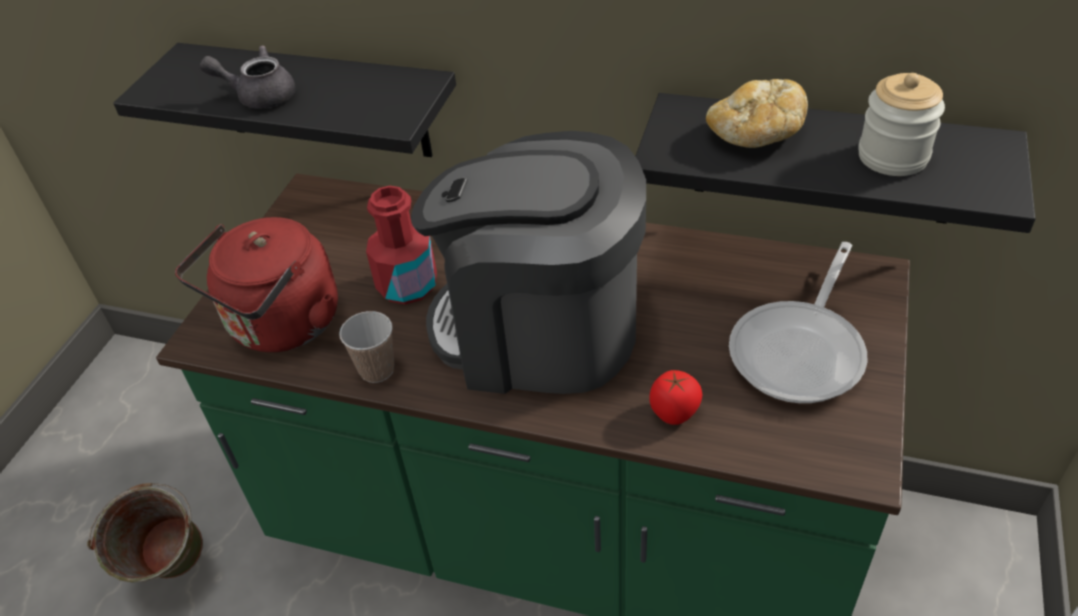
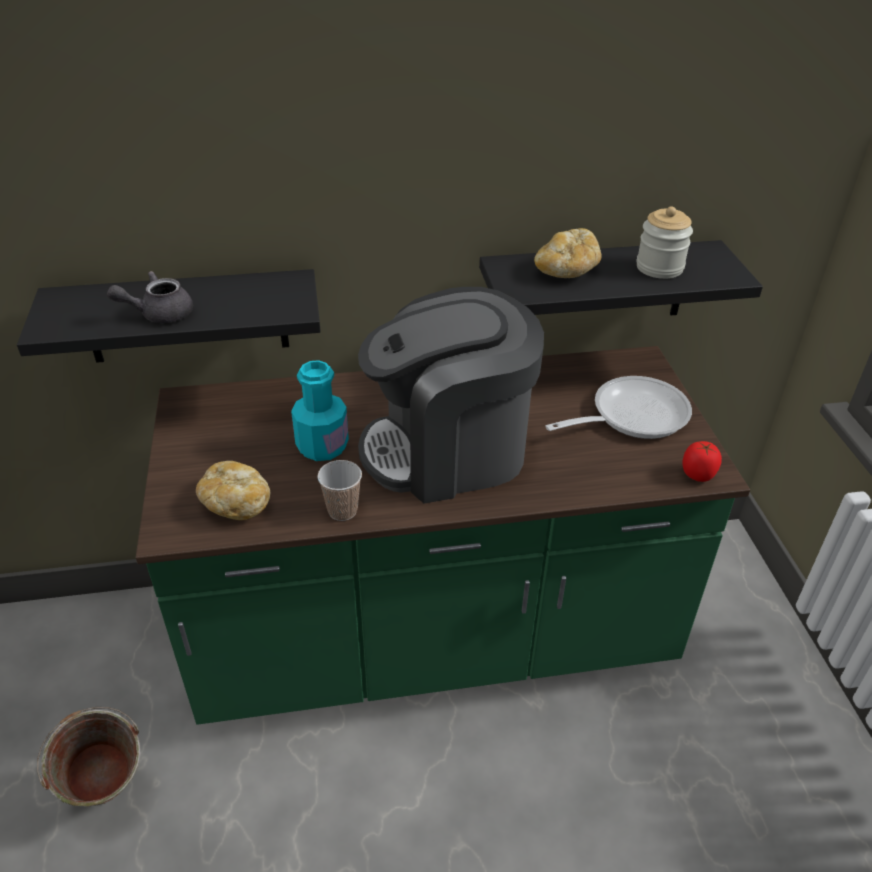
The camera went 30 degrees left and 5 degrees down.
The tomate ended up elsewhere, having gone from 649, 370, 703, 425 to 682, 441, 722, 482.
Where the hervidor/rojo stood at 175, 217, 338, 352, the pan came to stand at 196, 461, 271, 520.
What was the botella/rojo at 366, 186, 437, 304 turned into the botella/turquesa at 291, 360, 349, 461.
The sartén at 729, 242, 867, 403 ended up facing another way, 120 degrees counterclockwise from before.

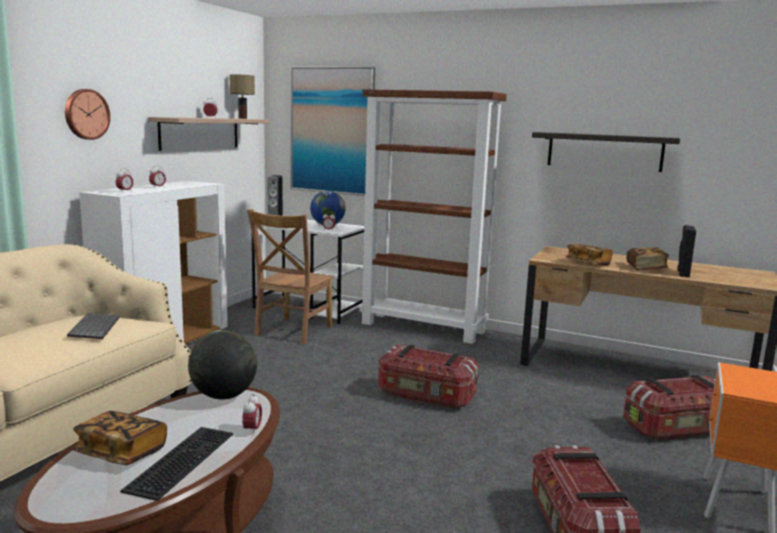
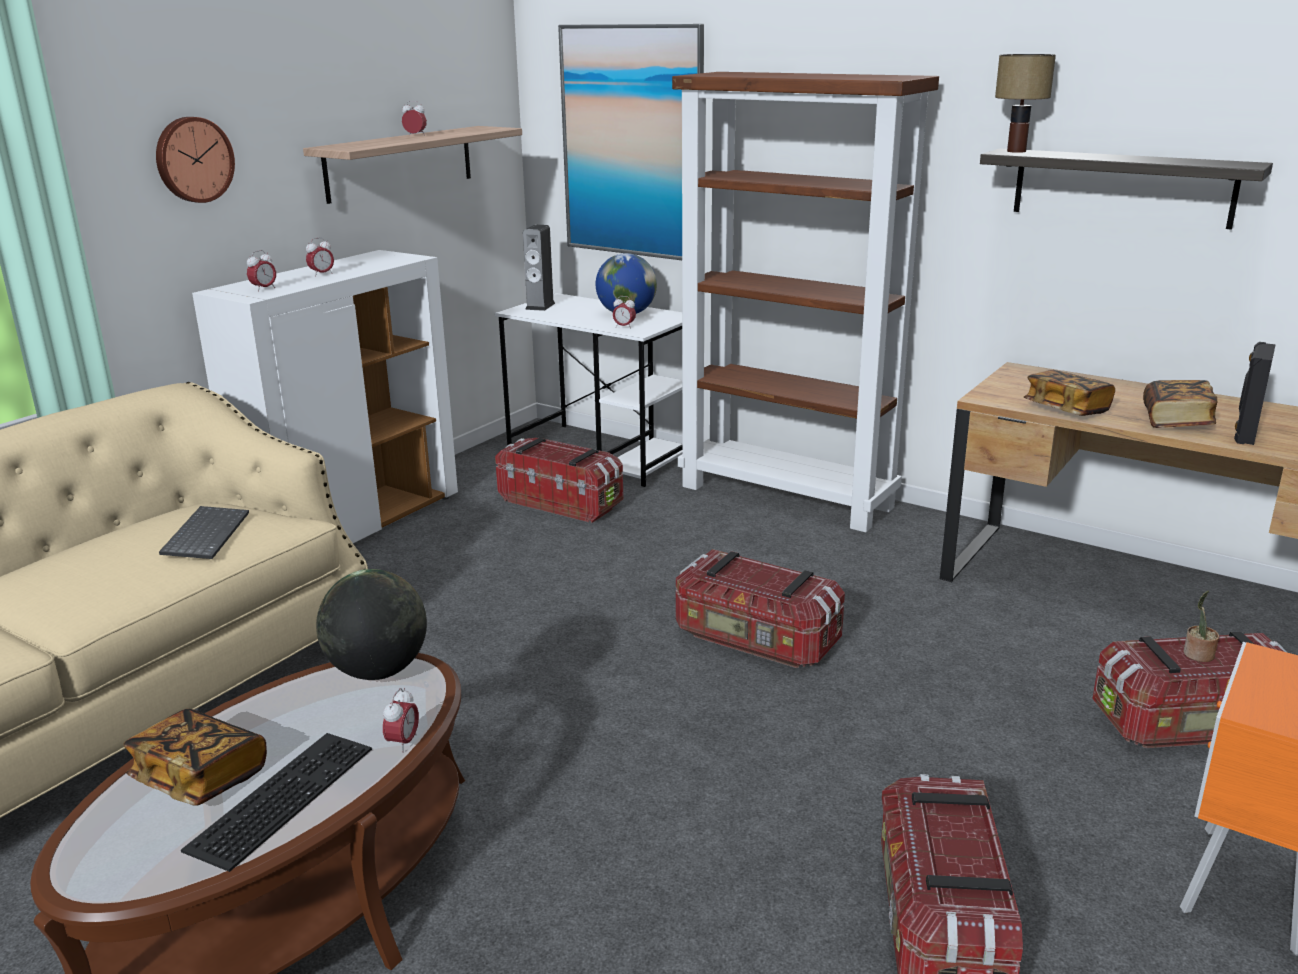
The camera went 10 degrees right and 10 degrees up.
The second view gained the planta en maceta at 1184, 591, 1219, 662.
The lámpara de mesa ended up elsewhere, having gone from 230, 74, 255, 119 to 995, 54, 1056, 153.
Where the silla/marrón stood at 247, 209, 334, 344, the caja de almacenaje came to stand at 495, 438, 623, 523.

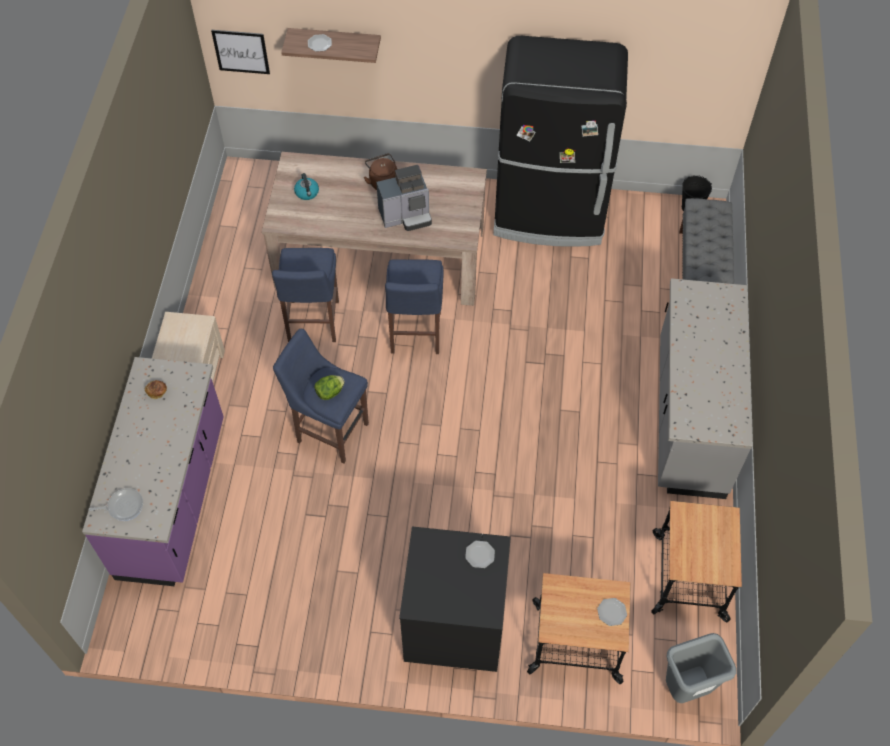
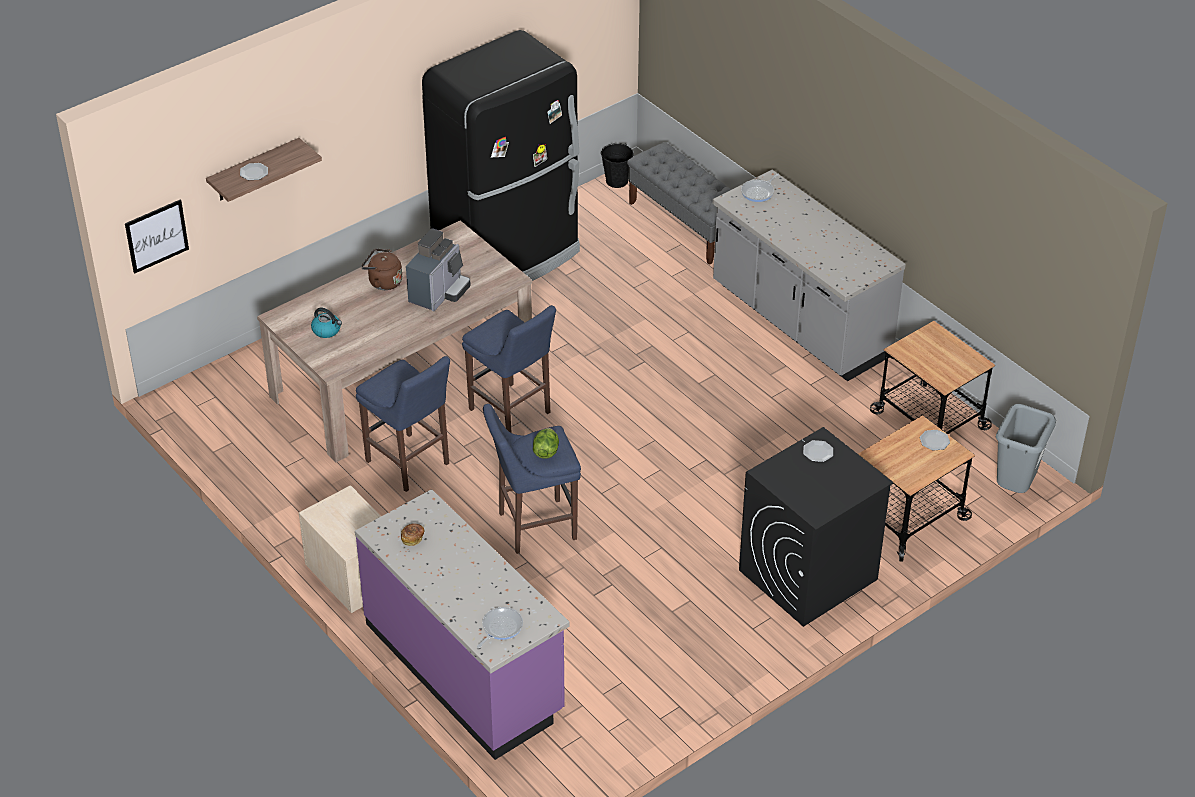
The camera went 45 degrees left and 15 degrees down.
The second view gained the sartén at 741, 174, 779, 202.

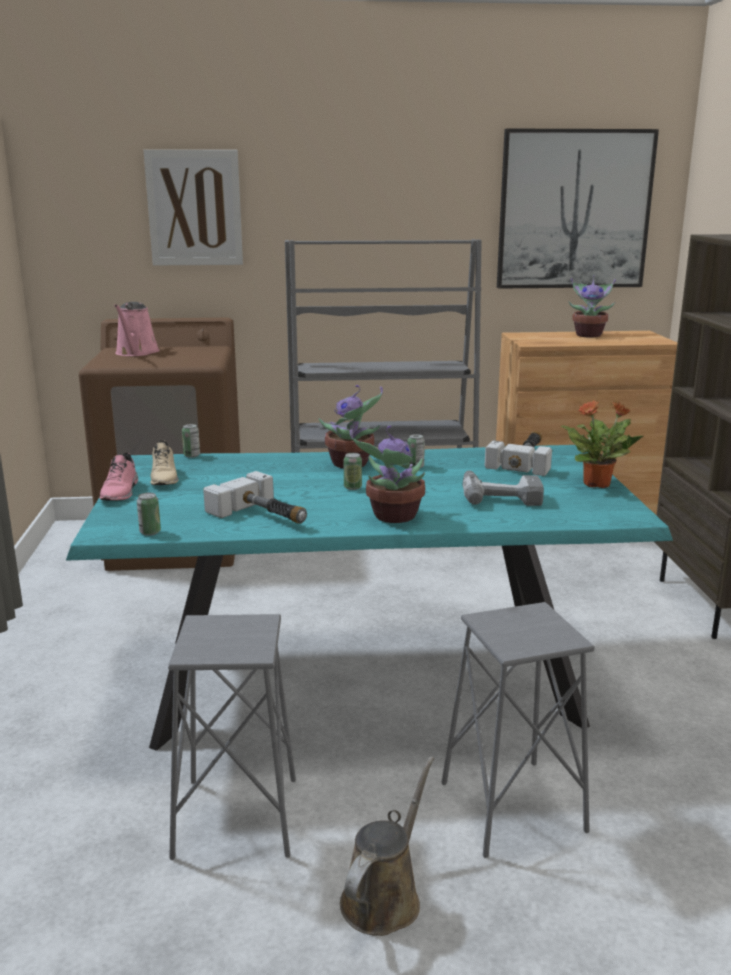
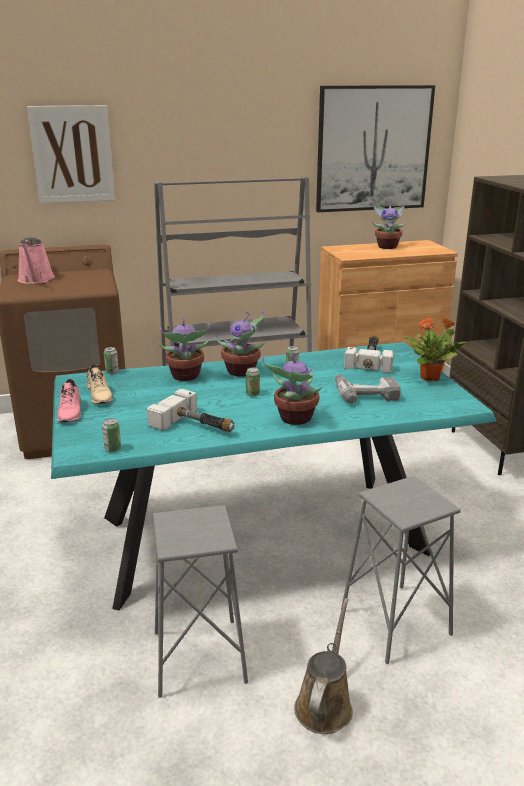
The camera went 10 degrees left and 5 degrees up.
The second view gained the planta en maceta at 159, 317, 211, 381.

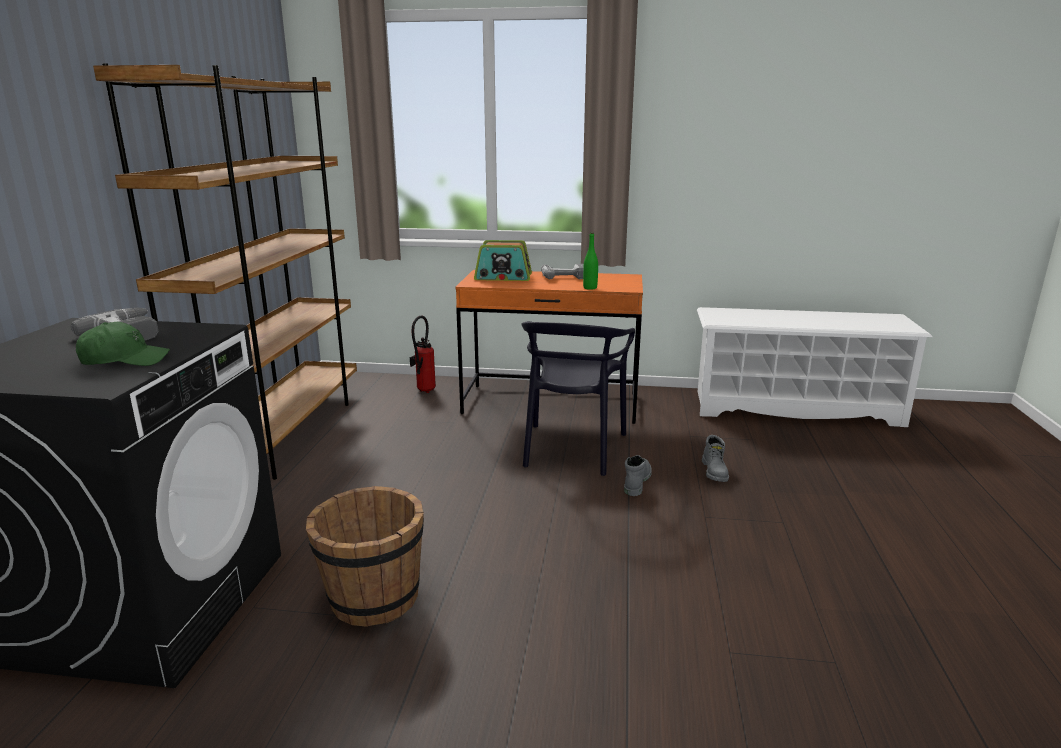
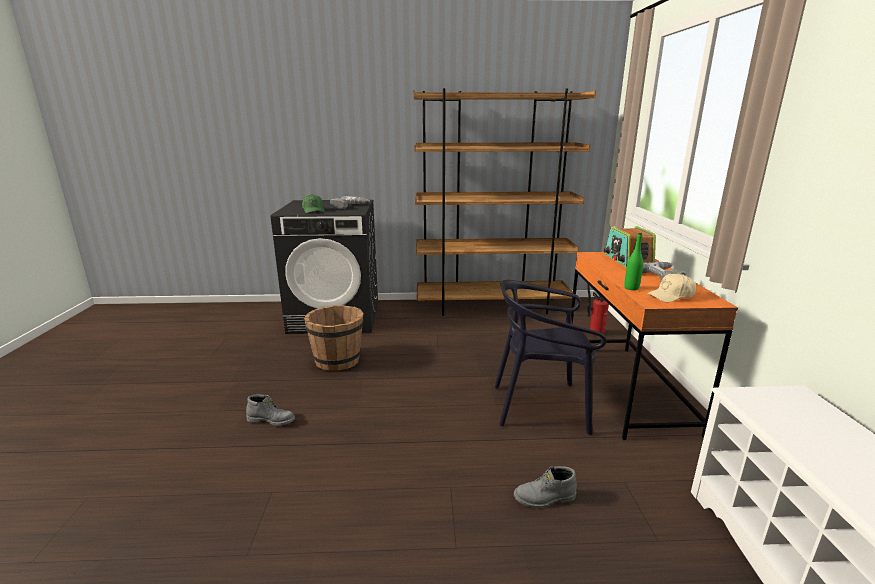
The camera went 80 degrees right and 0 degrees up.
The second view gained the gorra/beis at 647, 273, 696, 302.
The bota/gris ended up elsewhere, having gone from 624, 455, 652, 496 to 246, 394, 295, 426.

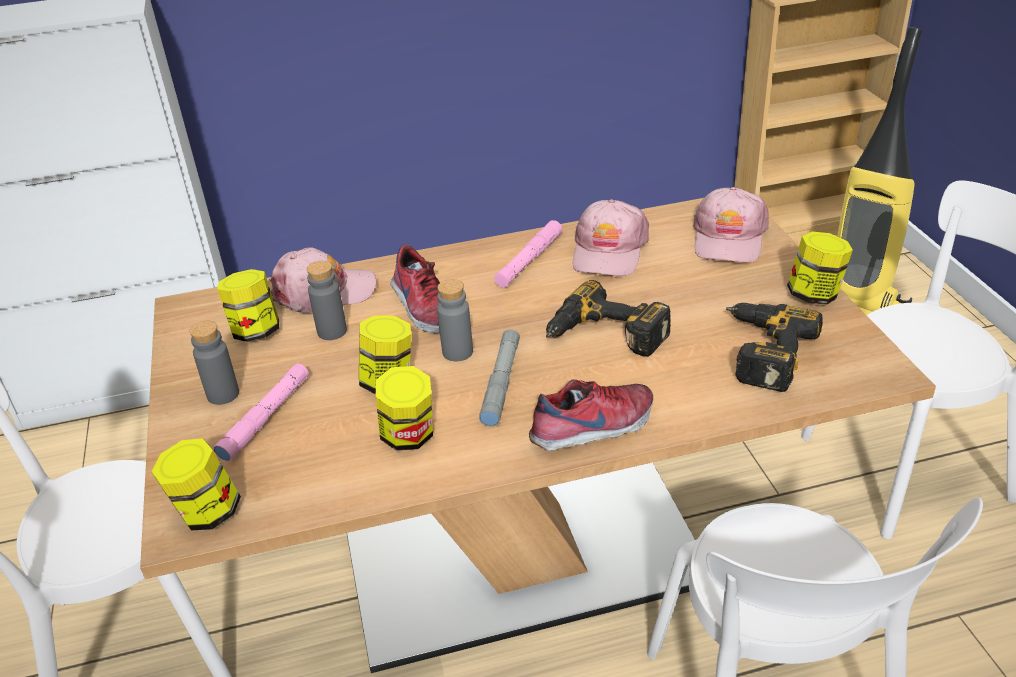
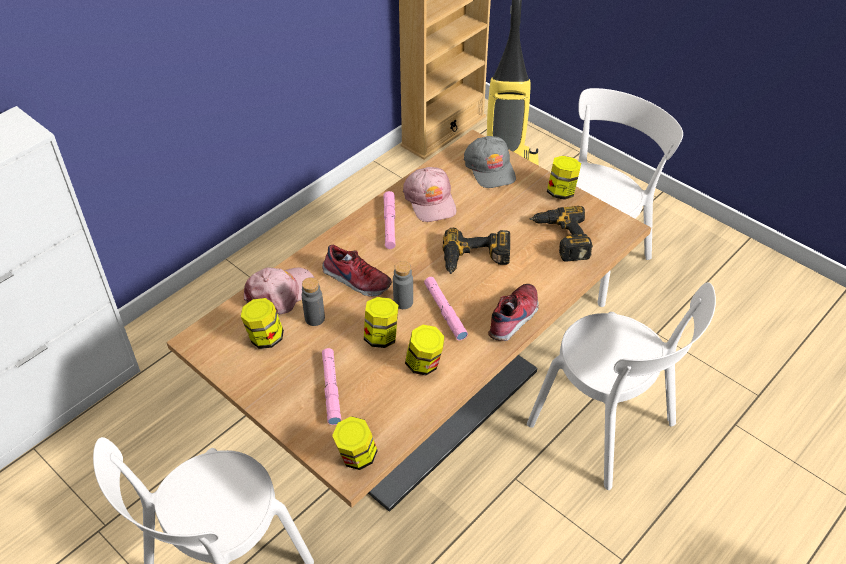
The camera went 35 degrees left and 10 degrees up.
The second view lost the botella/gris at 189, 321, 239, 405.
What was the linterna/gris at 479, 329, 520, 427 turned into the linterna/rosa at 424, 277, 468, 340.
What was the gorra/rosa at 693, 187, 769, 263 turned into the gorra/gris at 464, 136, 516, 188.

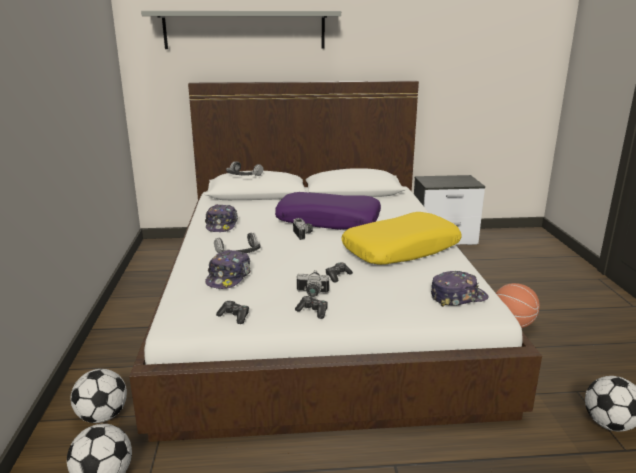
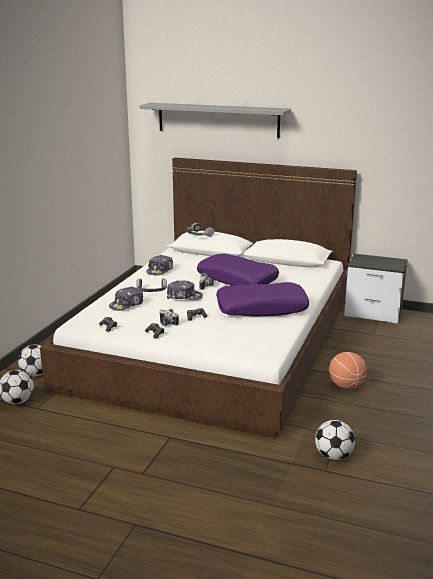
The camera went 25 degrees right and 0 degrees up.
The gorra ended up elsewhere, having gone from 431, 271, 489, 307 to 167, 280, 203, 300.
What was the cojín/amarillo at 341, 212, 462, 265 turned into the cojín/morado at 216, 282, 309, 316.

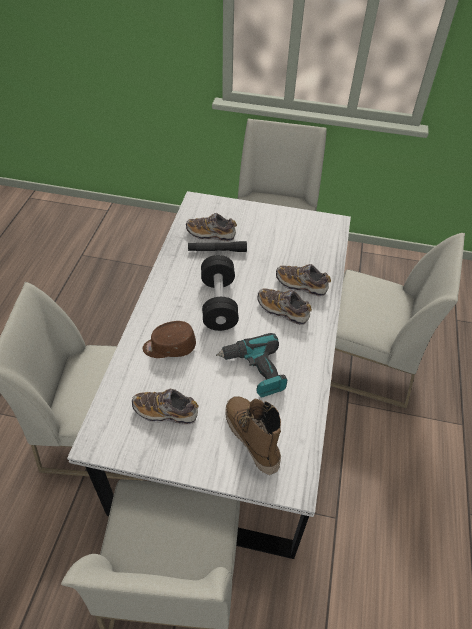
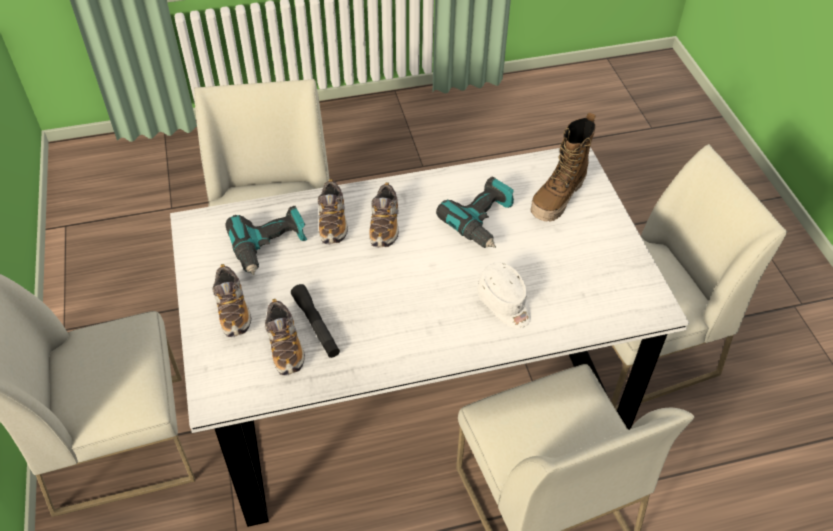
The camera went 115 degrees left and 0 degrees up.
The second view lost the mancuerna/negro at 201, 255, 239, 331.
The second view gained the taladro at 225, 206, 307, 275.
The zapato ended up elsewhere, having gone from 132, 389, 199, 425 to 213, 264, 252, 337.
What was the gorra/marrón at 143, 321, 196, 358 turned into the gorra/blanco at 477, 262, 531, 328.

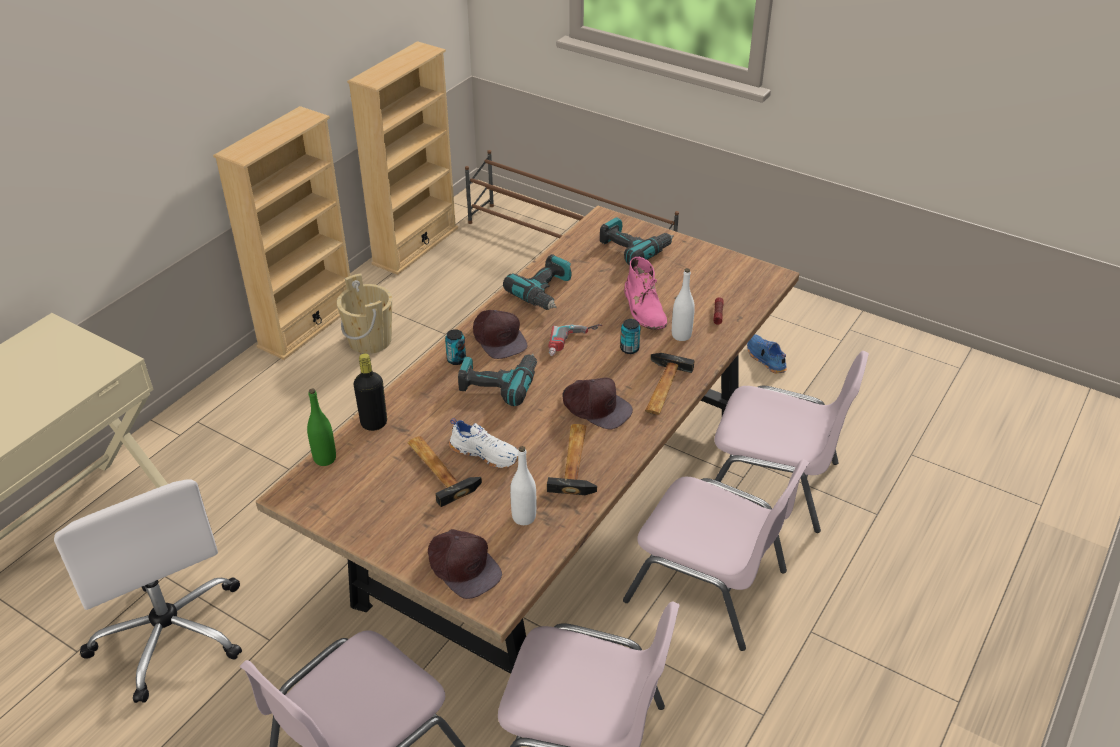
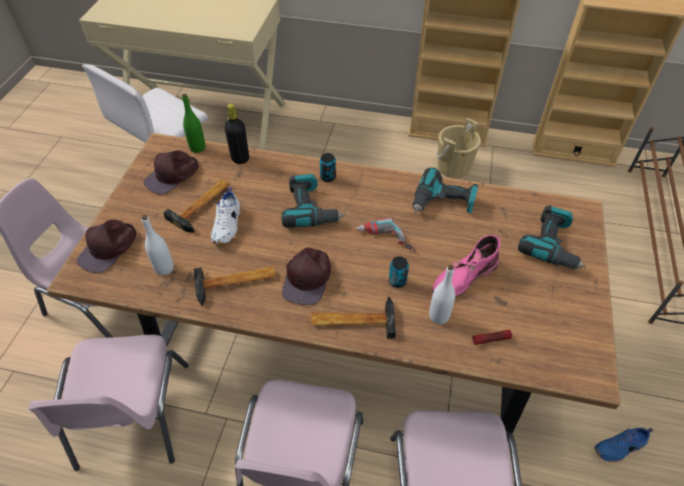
The camera went 70 degrees right and 10 degrees up.
The gorra/marrón ended up elsewhere, having gone from 473, 310, 527, 359 to 144, 150, 199, 194.
The zapato/azul at 747, 334, 787, 373 ended up facing another way, 150 degrees counterclockwise from before.

